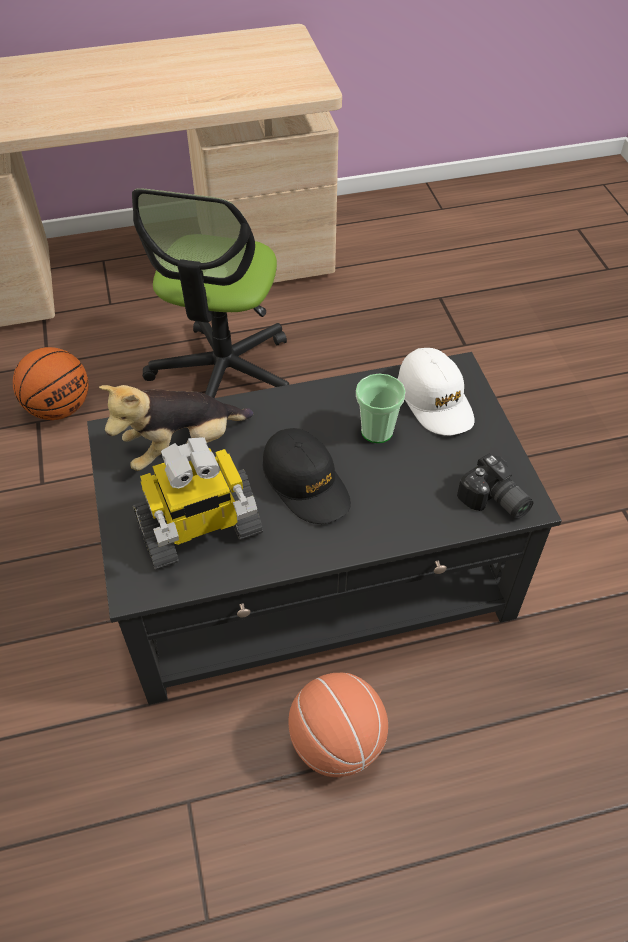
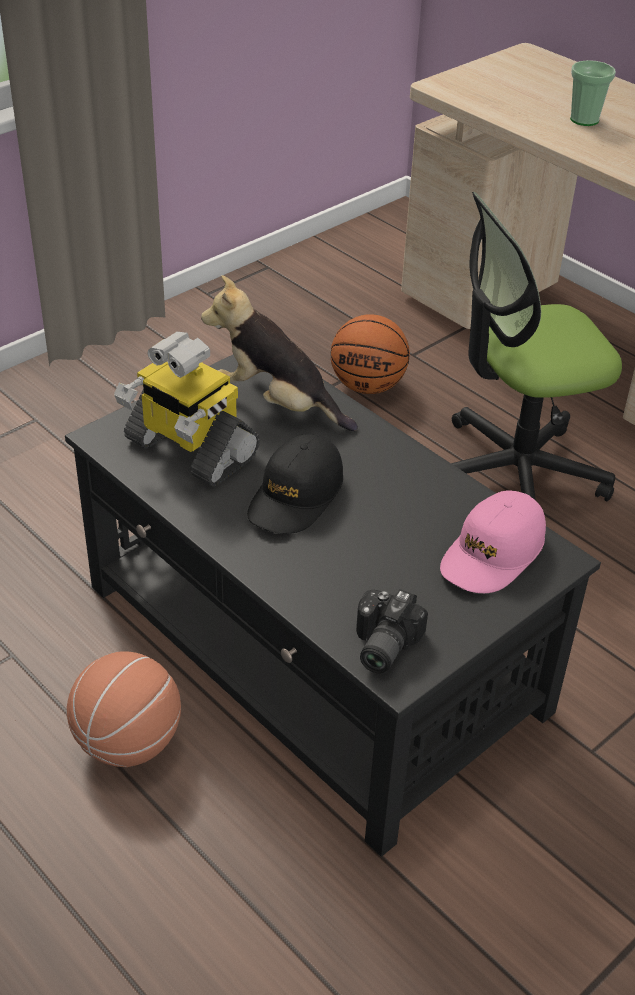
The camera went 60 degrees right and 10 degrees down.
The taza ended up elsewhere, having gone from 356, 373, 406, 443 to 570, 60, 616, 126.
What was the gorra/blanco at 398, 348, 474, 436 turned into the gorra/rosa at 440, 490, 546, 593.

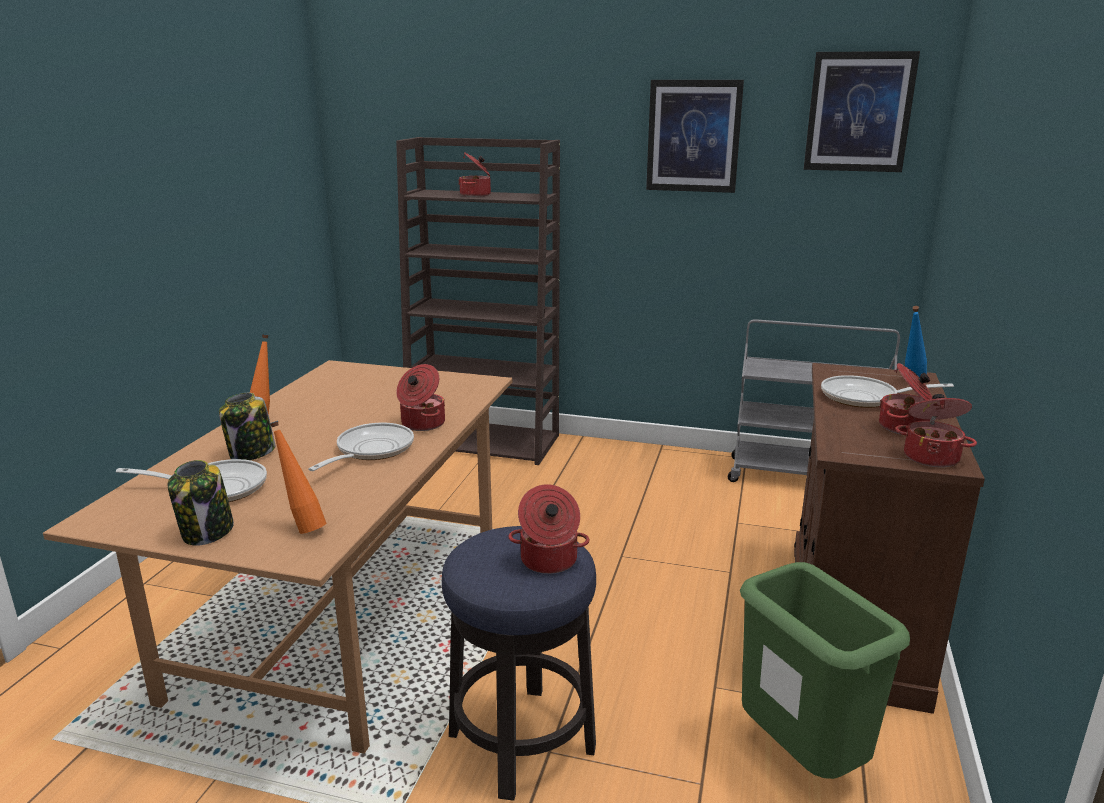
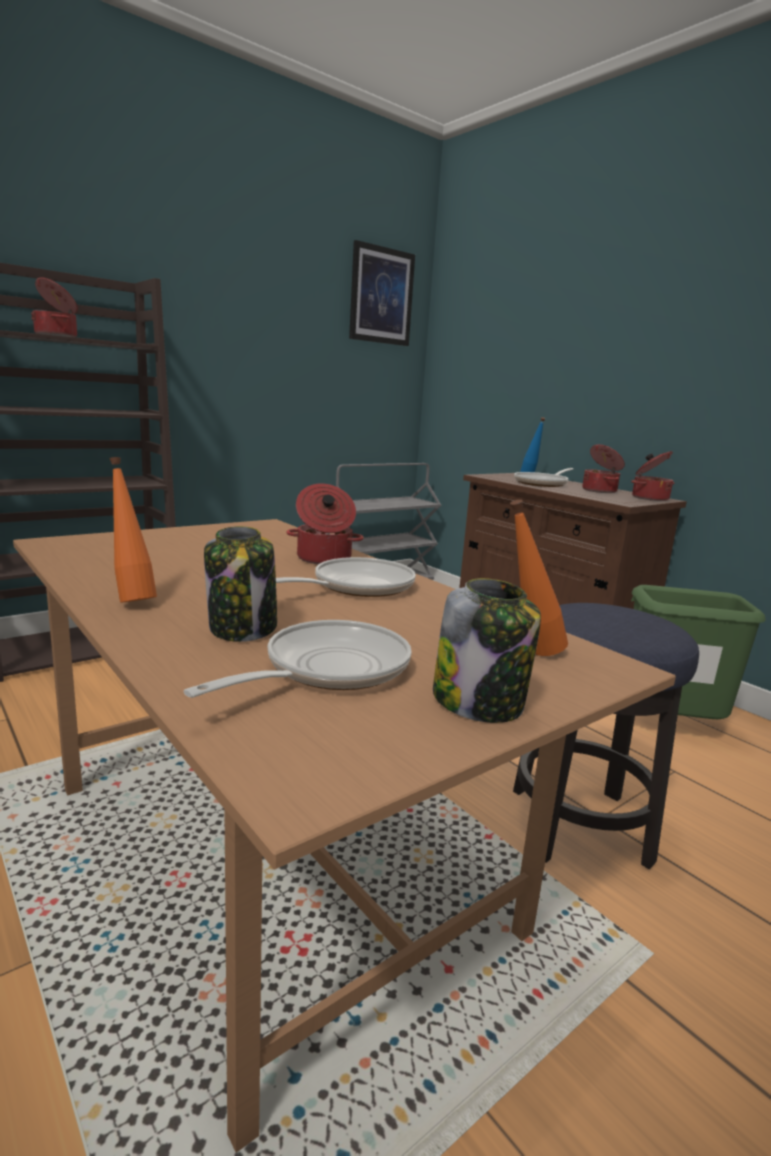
The camera went 55 degrees left and 5 degrees down.
The second view lost the olla at 508, 484, 590, 574.
The second view lost the cuadro at 646, 80, 744, 193.
The sartén at 308, 423, 414, 471 ended up facing another way, 75 degrees clockwise from before.

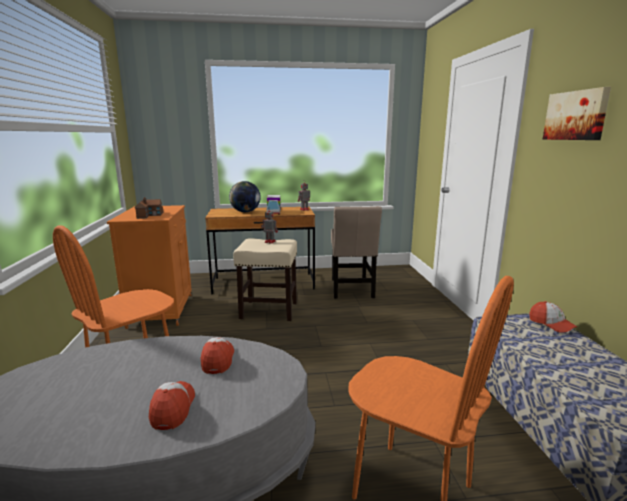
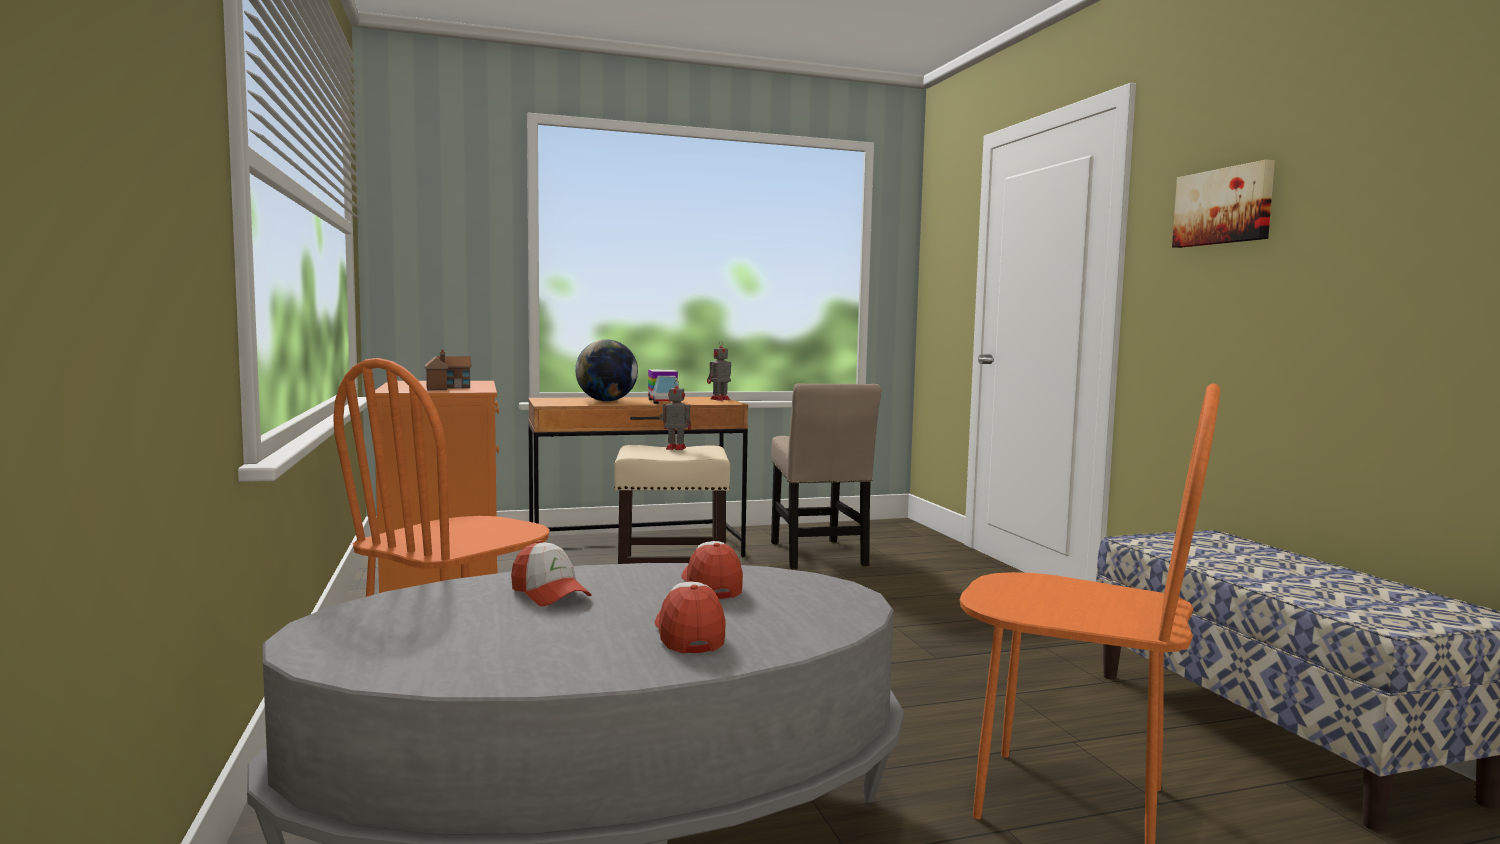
The camera went 10 degrees left and 10 degrees down.
The gorra ended up elsewhere, having gone from 530, 301, 577, 333 to 511, 540, 592, 606.

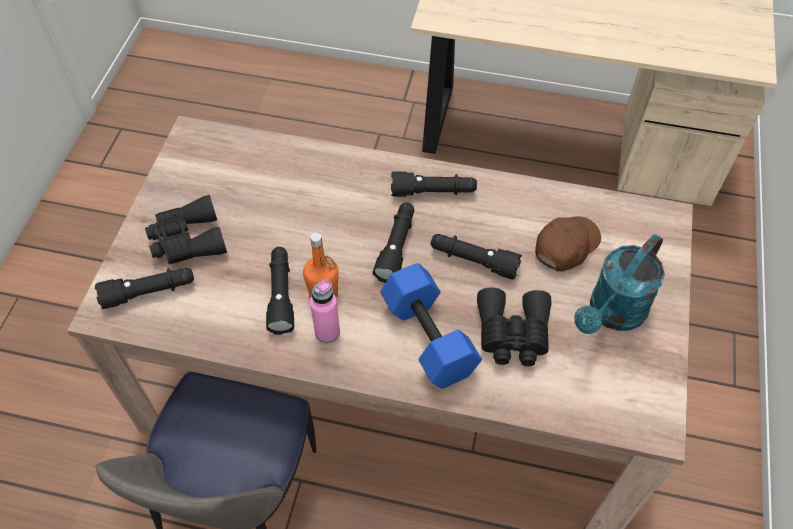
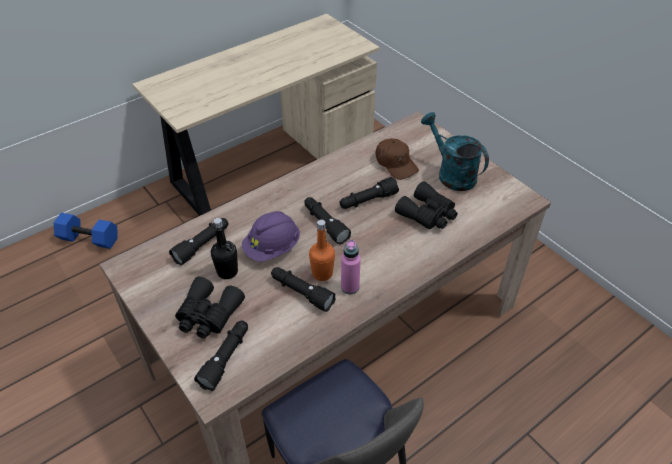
The camera went 50 degrees left and 10 degrees down.
The second view gained the botella/negro at 211, 218, 238, 279.
The second view gained the casco/morado at 242, 211, 300, 262.
The mancuerna/azul ended up elsewhere, having gone from 380, 263, 482, 389 to 54, 213, 117, 249.
The linterna/negro ended up elsewhere, having gone from 391, 172, 477, 197 to 169, 218, 229, 266.
The gorra/marrón at 535, 216, 601, 271 ended up facing another way, 150 degrees clockwise from before.
The regadera/turquesa at 574, 234, 665, 334 ended up facing another way, 150 degrees clockwise from before.

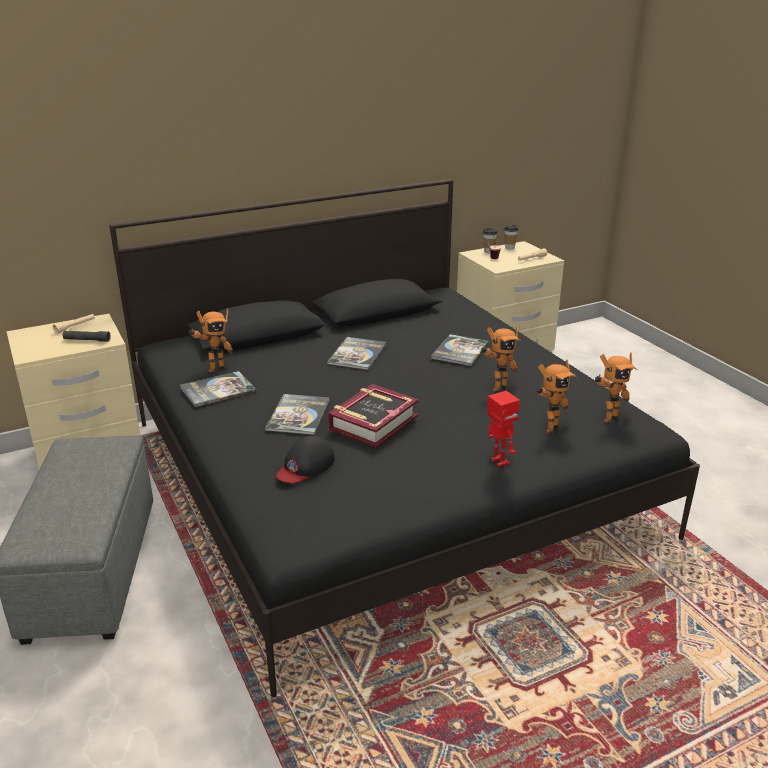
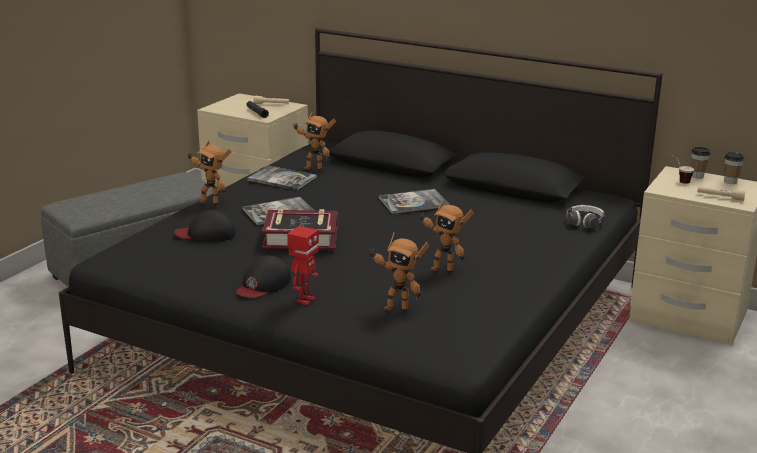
The camera went 55 degrees right and 5 degrees down.
The second view lost the libro at 431, 334, 489, 366.
The second view gained the gorra/negro at 236, 255, 291, 298.
The second view gained the auriculares at 566, 205, 605, 228.
The robot de juguete ended up elsewhere, having gone from 595, 353, 638, 423 to 187, 141, 232, 204.

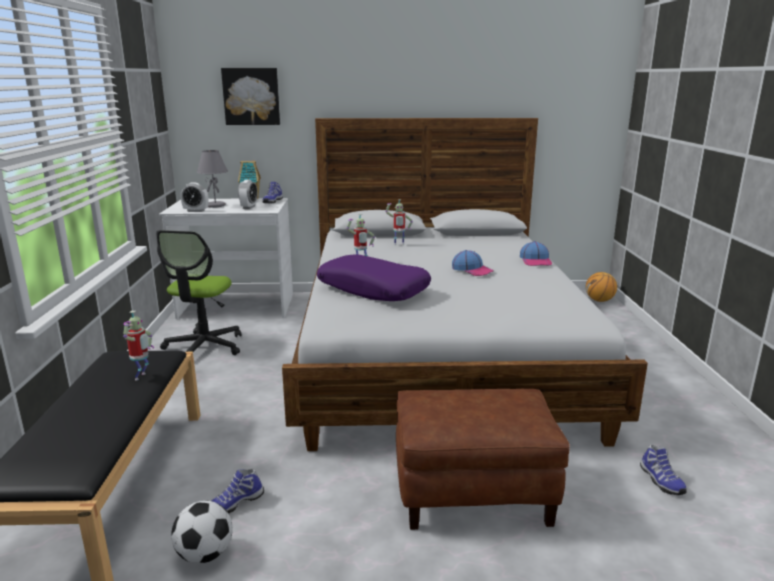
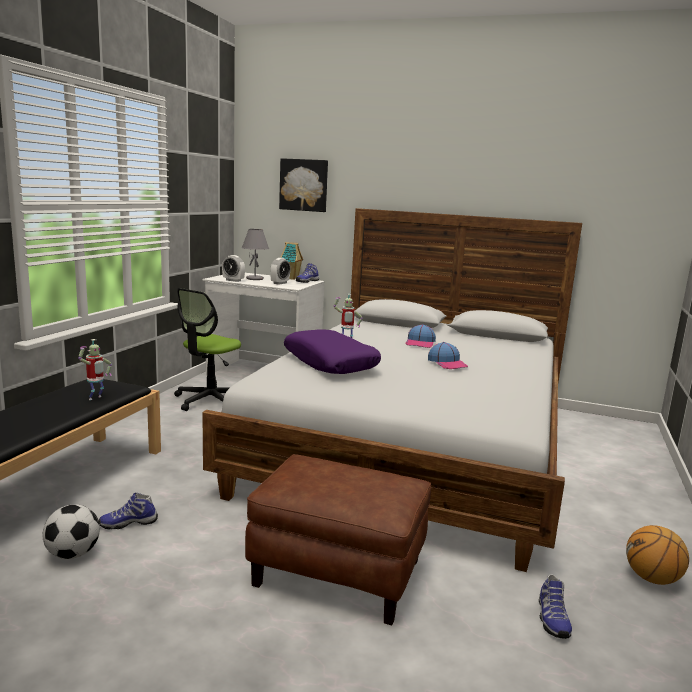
The camera went 20 degrees right and 5 degrees down.
The second view lost the robot de juguete at 385, 199, 413, 245.
The gorra ended up elsewhere, having gone from 520, 241, 552, 266 to 406, 324, 436, 348.
The balón de baloncesto ended up elsewhere, having gone from 586, 272, 617, 302 to 626, 525, 689, 585.

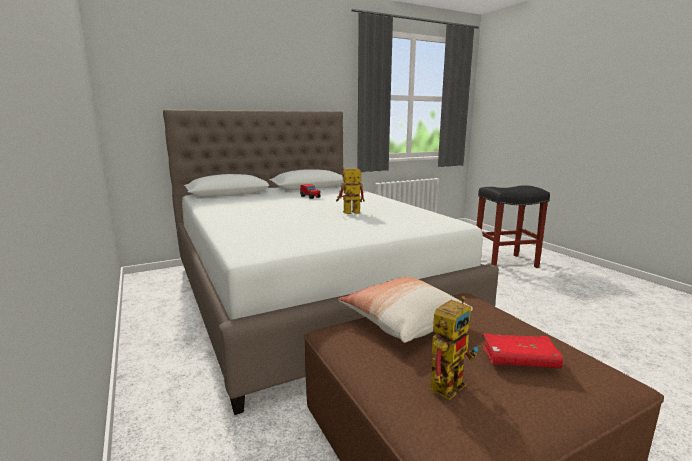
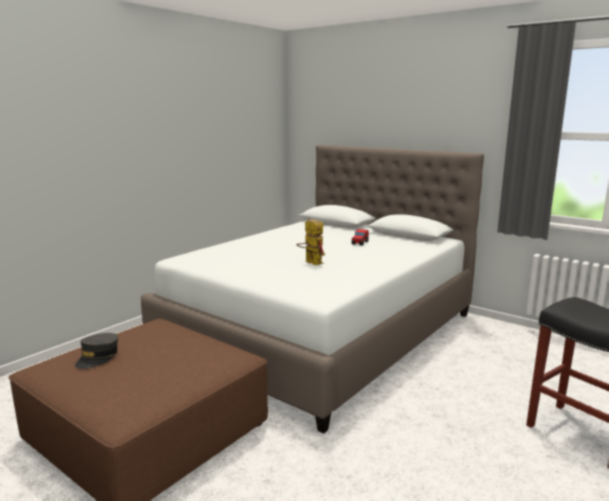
The camera went 65 degrees right and 0 degrees up.
The second view lost the cojín at 338, 277, 473, 343.
The second view lost the libro/rojo at 482, 333, 563, 368.
Where the robot de juguete stood at 430, 296, 478, 400, the gorra/gris came to stand at 75, 333, 118, 369.

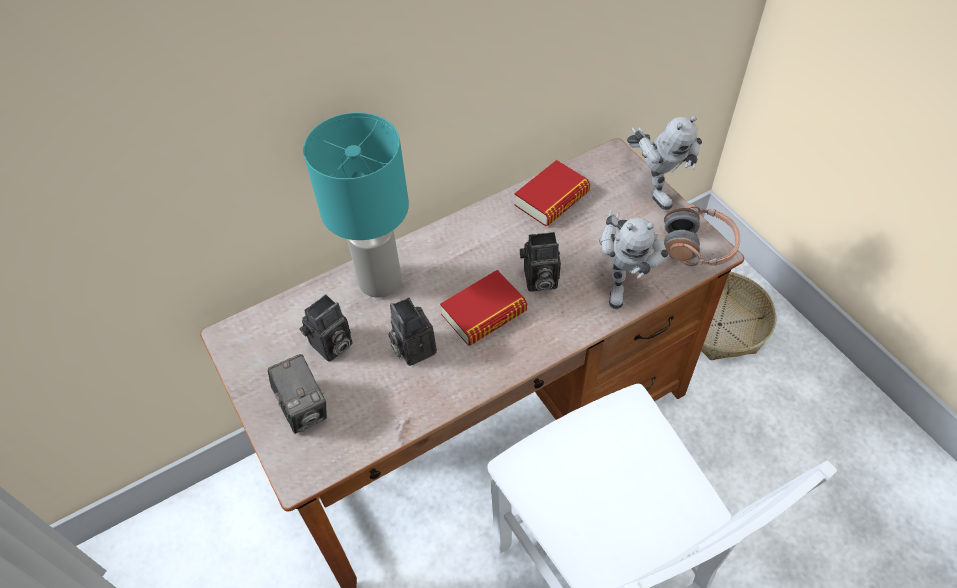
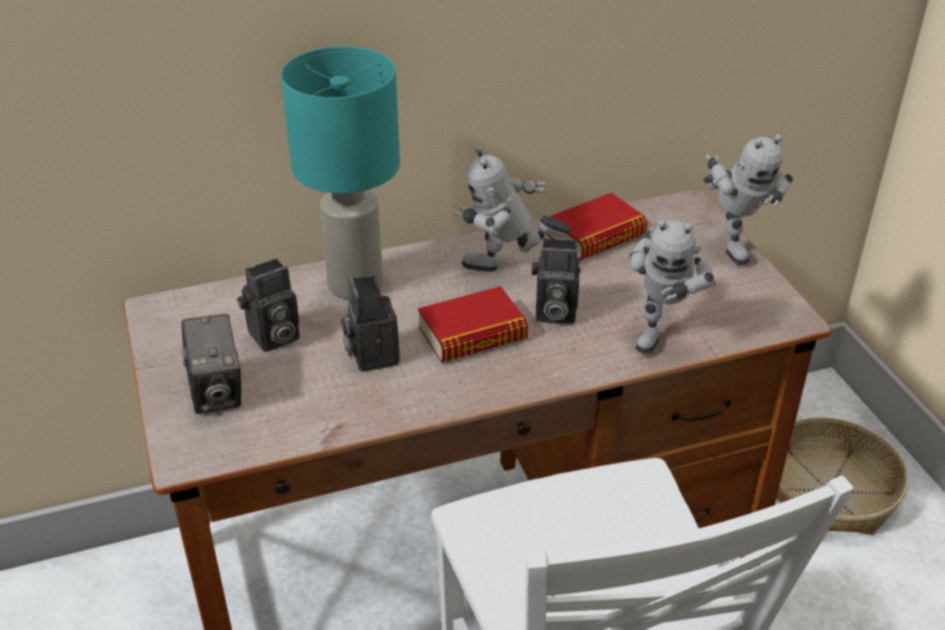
The camera went 10 degrees right and 15 degrees down.
The second view lost the auriculares at 664, 204, 740, 266.
The second view gained the robot de juguete at 454, 146, 571, 272.

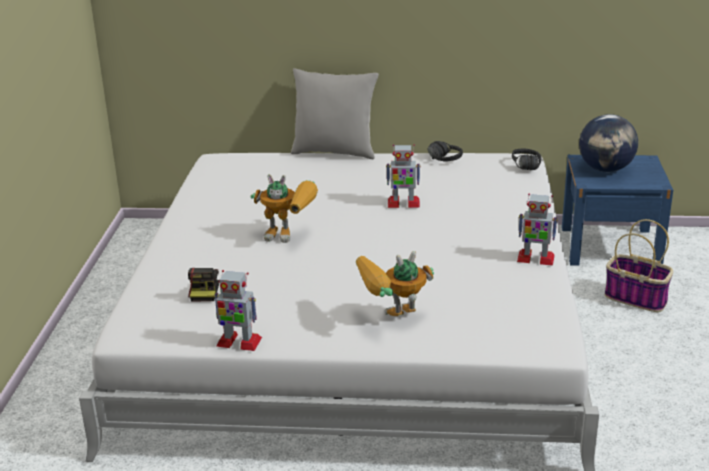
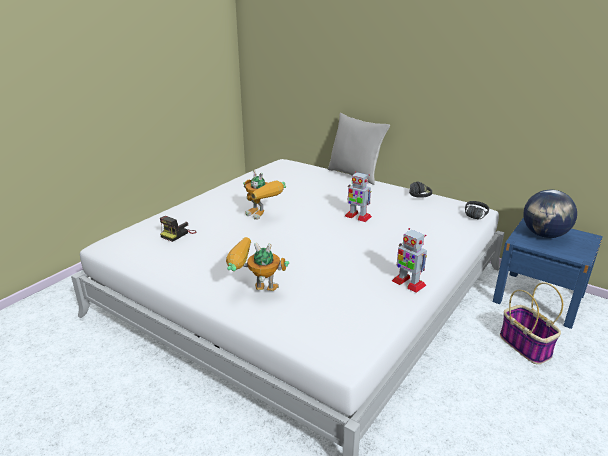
The camera went 30 degrees right and 0 degrees up.
The second view lost the robot de juguete at 214, 270, 262, 351.

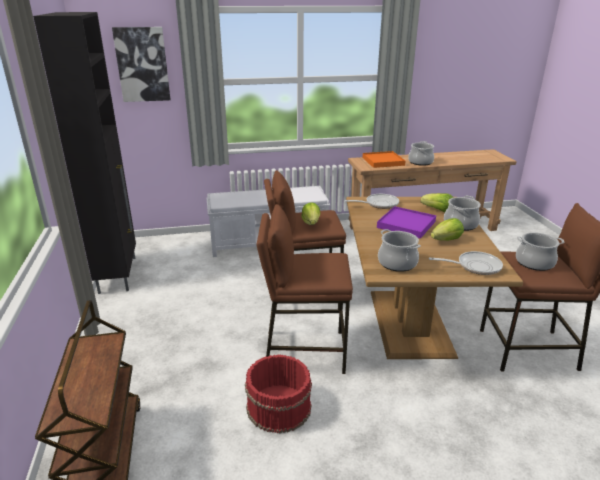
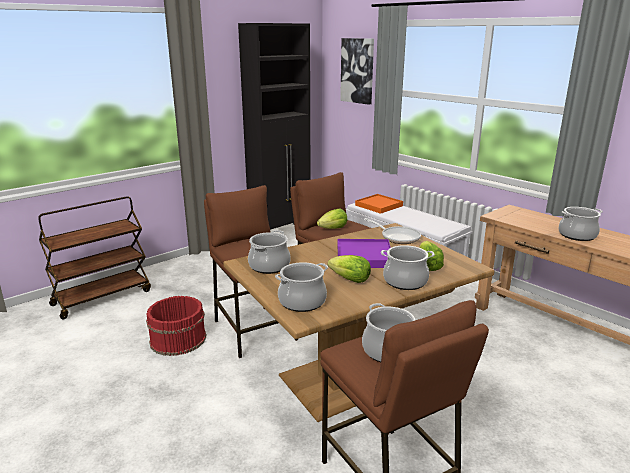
The camera went 60 degrees right and 5 degrees down.
The bandeja/naranja ended up elsewhere, having gone from 363, 151, 405, 168 to 355, 194, 403, 214.
Where the sartén stood at 429, 251, 503, 275, the olla came to stand at 275, 262, 328, 312.

